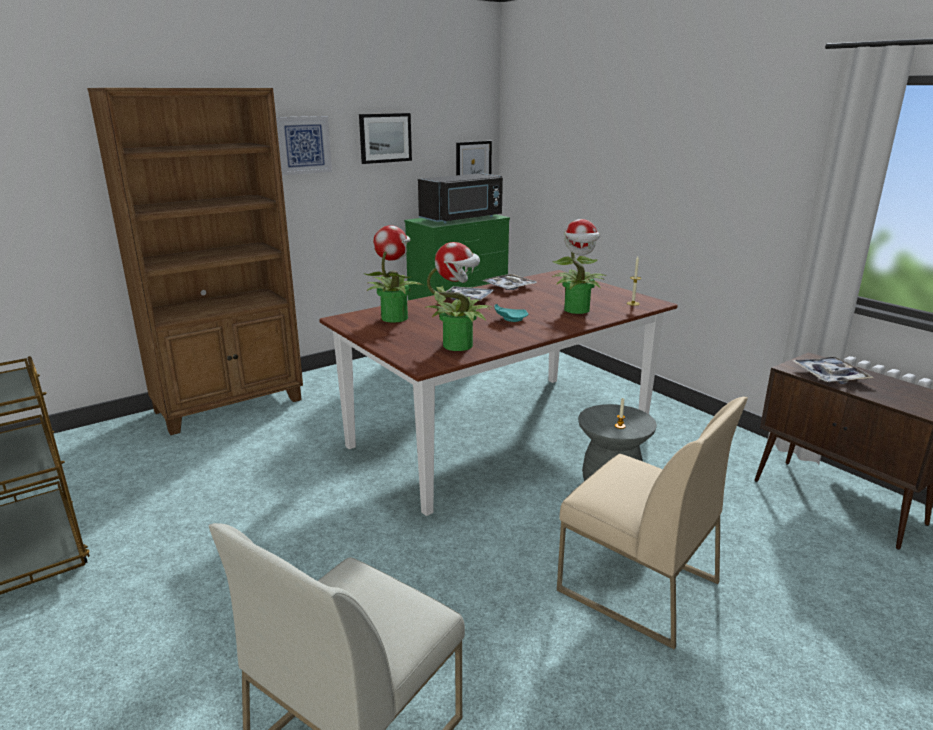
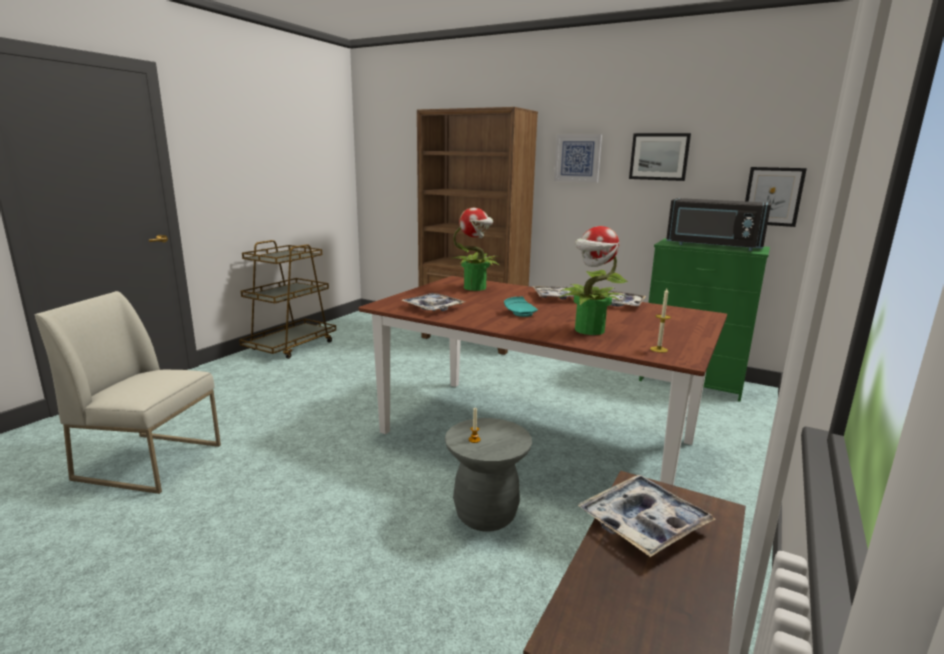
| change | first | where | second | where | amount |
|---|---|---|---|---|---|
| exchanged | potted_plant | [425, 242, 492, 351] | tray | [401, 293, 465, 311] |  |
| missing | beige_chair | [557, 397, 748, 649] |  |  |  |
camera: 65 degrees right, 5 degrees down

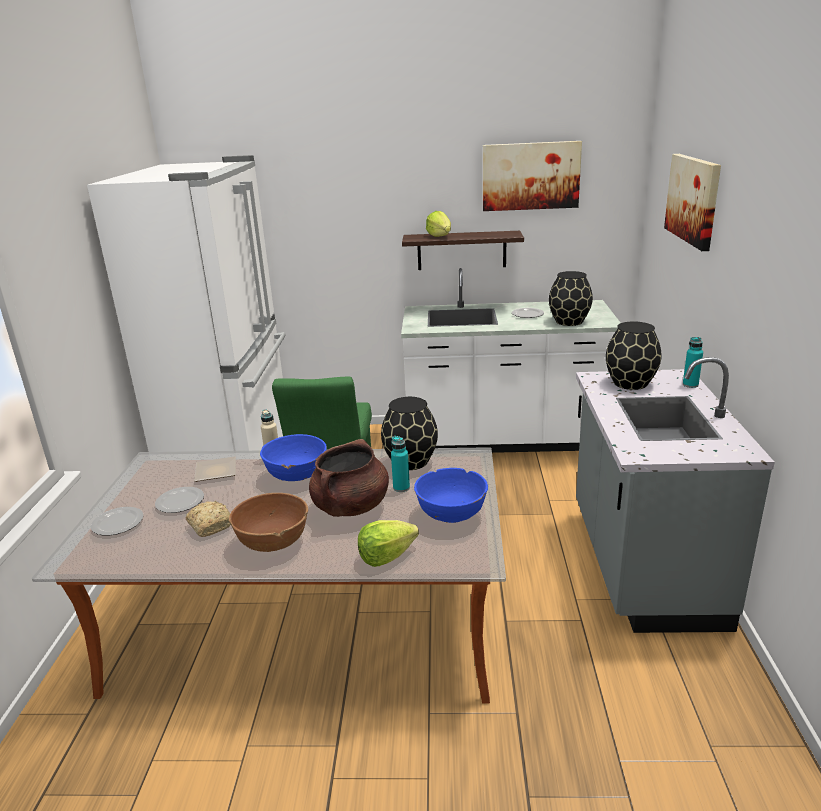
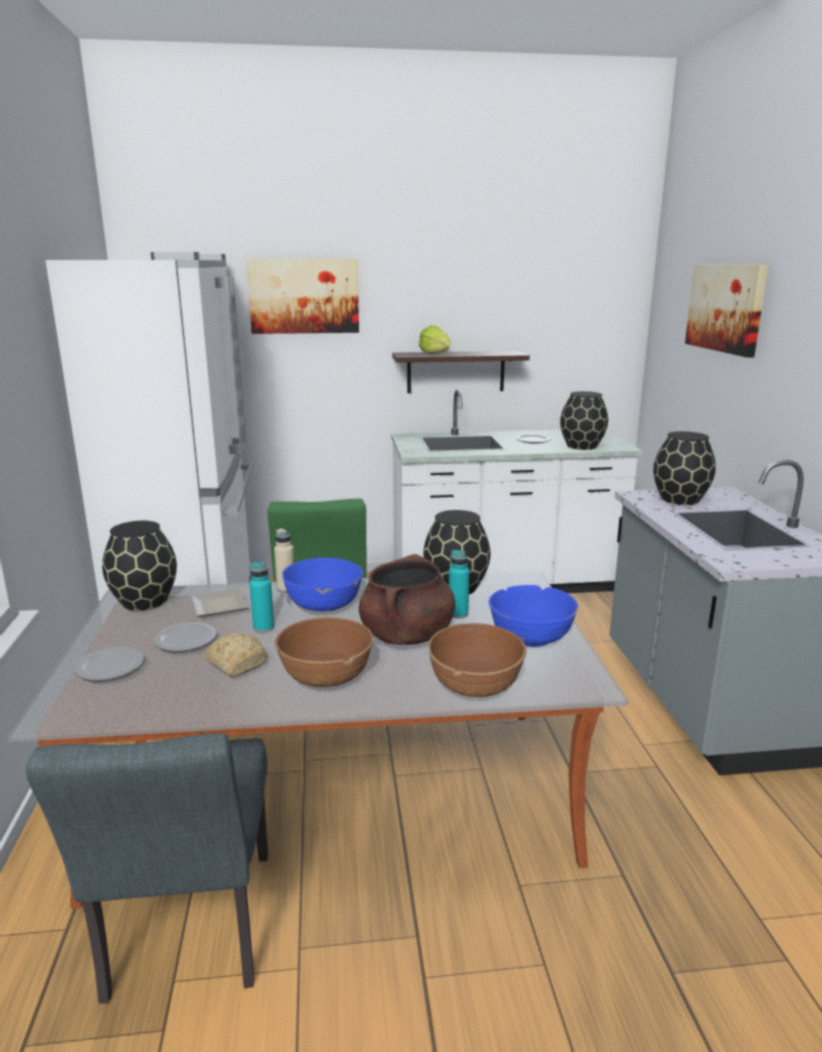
| change | first | where | second | where | amount |
|---|---|---|---|---|---|
| exchanged | lettuce | [358, 520, 419, 567] | brown_bowl | [428, 623, 527, 697] |  |
| relocated | picture | [483, 141, 582, 211] |  | [246, 259, 359, 334] |  |
| relocated | turquoise_bottle | [683, 337, 703, 388] |  | [250, 562, 274, 632] |  |
| appeared |  |  | grey_chair | [26, 733, 268, 1004] |  |
| appeared |  |  | black_vase | [102, 521, 177, 611] |  |
camera: 10 degrees left, 5 degrees down

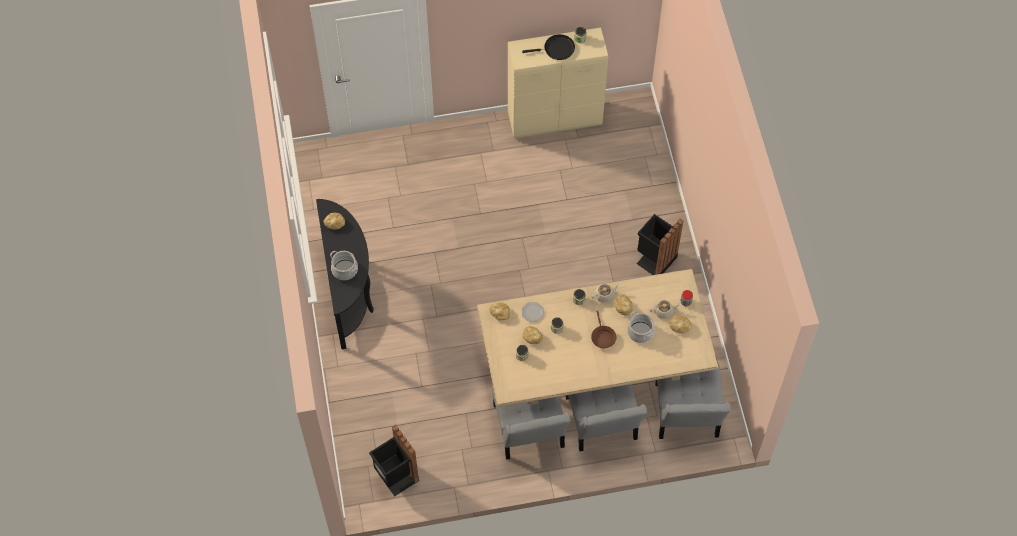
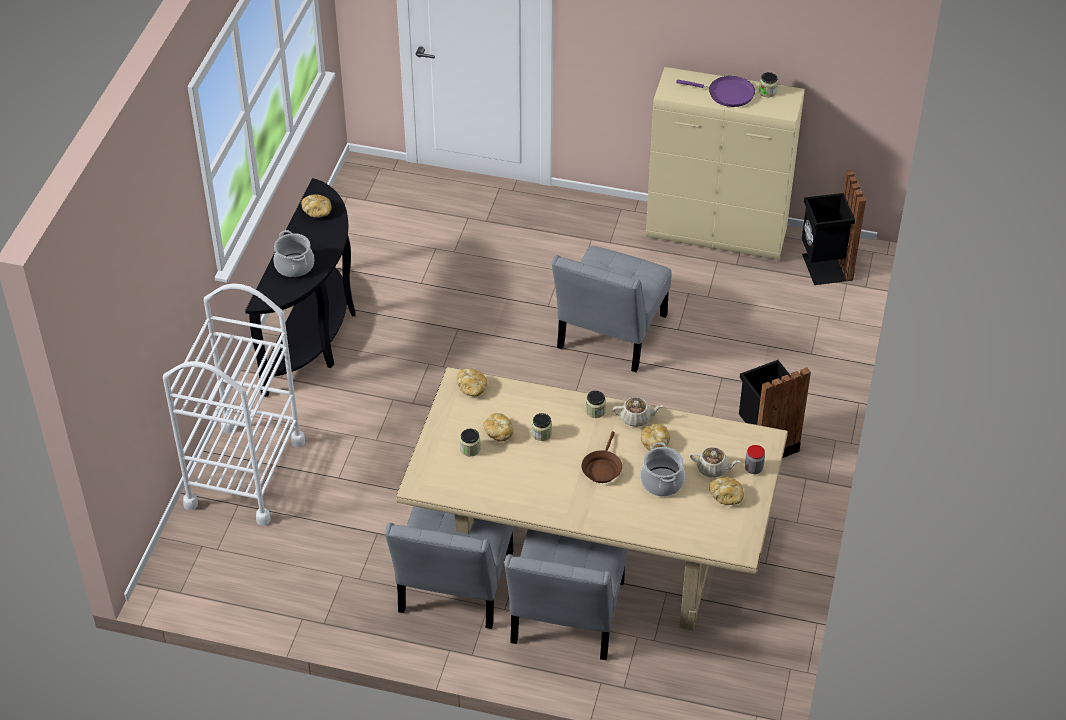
| change | first | where | second | where | amount |
|---|---|---|---|---|---|
| relocated | black_trash_can | [369, 425, 419, 496] |  | [802, 170, 866, 285] |  |
| colour | black_frying_pan | [522, 34, 575, 60] | purple_frying_pan | [676, 76, 755, 107] |  |
| missing | plate | [522, 302, 544, 322] |  |  |  |
| relocated | grey_chair | [655, 363, 731, 439] |  | [551, 246, 672, 372] |  |
| appeared |  |  | white_cart | [163, 283, 305, 525] |  |
camera: 25 degrees right, 15 degrees down

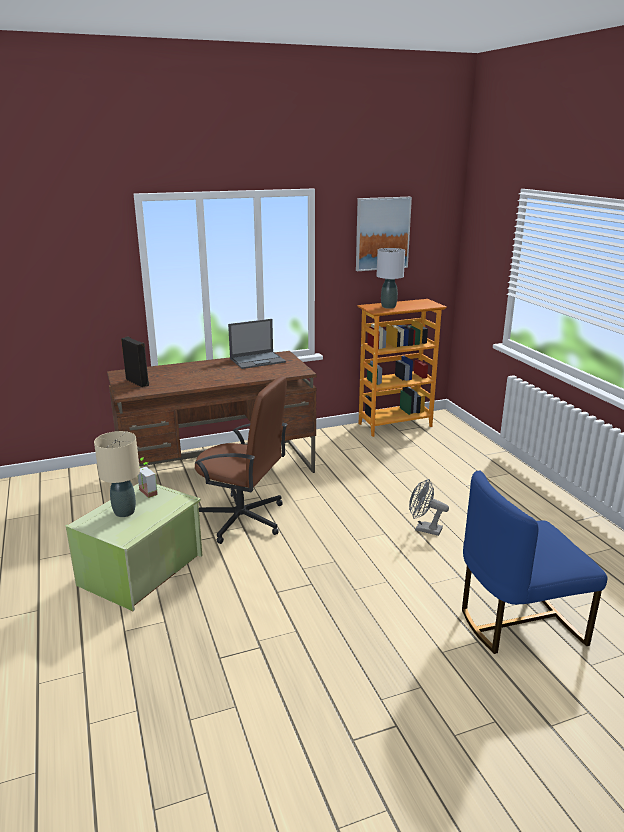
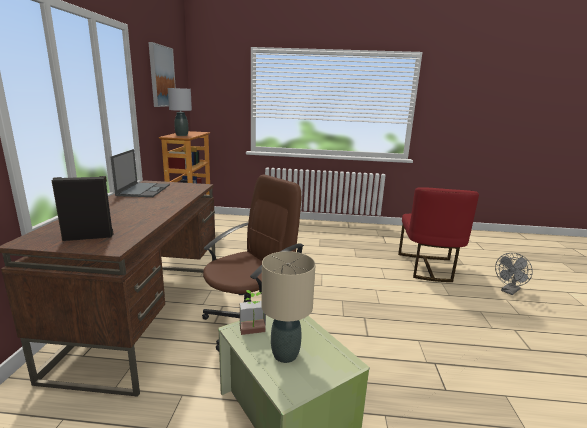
| change | first | where | second | where | amount |
|---|---|---|---|---|---|
| relocated | grey_fan | [409, 479, 449, 536] |  | [495, 253, 533, 295] |  |
| colour | blue_chair | [462, 471, 607, 654] | red_chair | [398, 187, 479, 282] |  |
camera: 65 degrees left, 5 degrees down

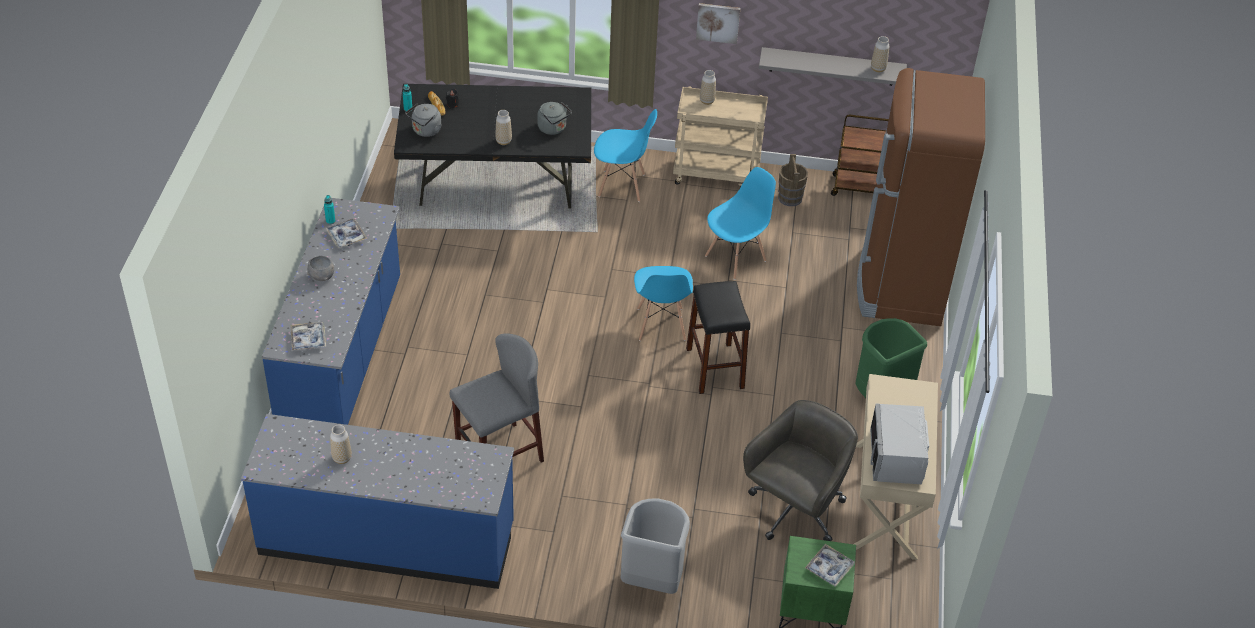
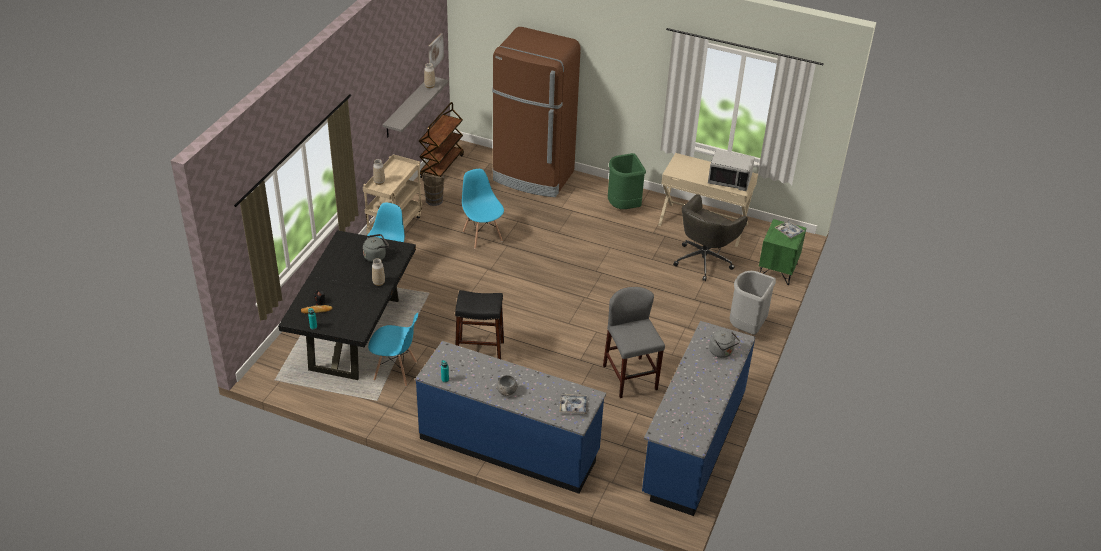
| change | first | where | second | where | amount |
|---|---|---|---|---|---|
| missing | tray | [326, 218, 367, 248] |  |  |  |
| missing | vase | [330, 424, 352, 464] |  |  |  |
| relocated | grey_kettle | [406, 104, 441, 137] |  | [709, 330, 740, 358] |  |
| relocated | blue_chair | [634, 266, 693, 341] |  | [368, 313, 418, 387] |  |
| relocated | black_stool | [686, 281, 750, 394] |  | [455, 290, 504, 359] |  |
| relocated | picture | [696, 3, 740, 44] |  | [428, 33, 444, 68] |  |
| spun | grey_office_chair | [743, 400, 858, 541] |  | [673, 194, 748, 281] | 105 degrees counterclockwise |
camera: 75 degrees left, 5 degrees down

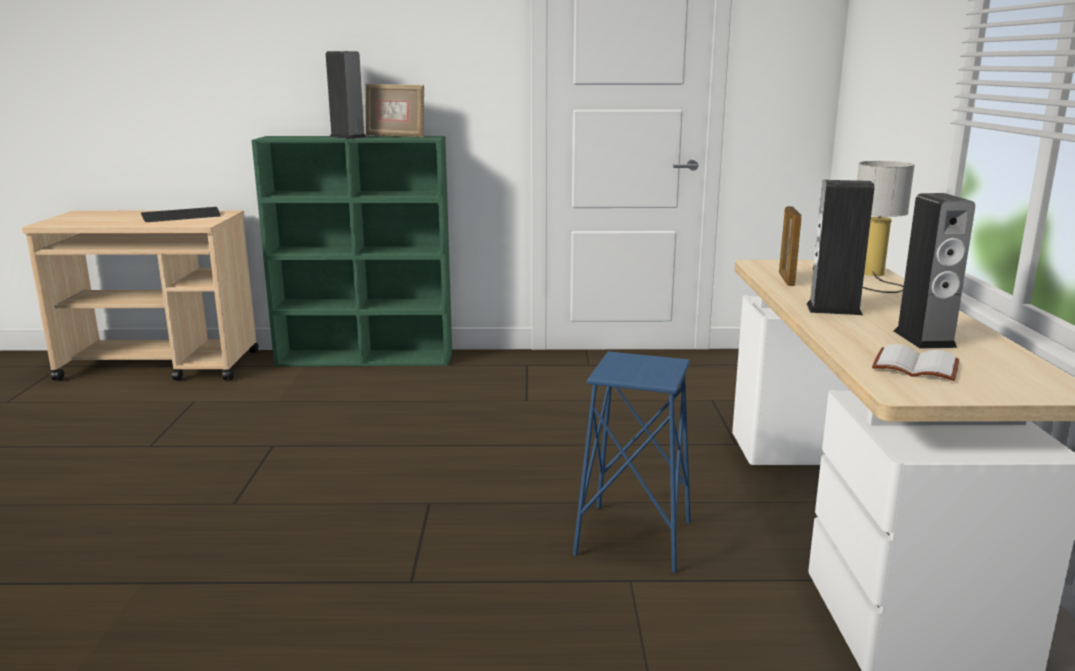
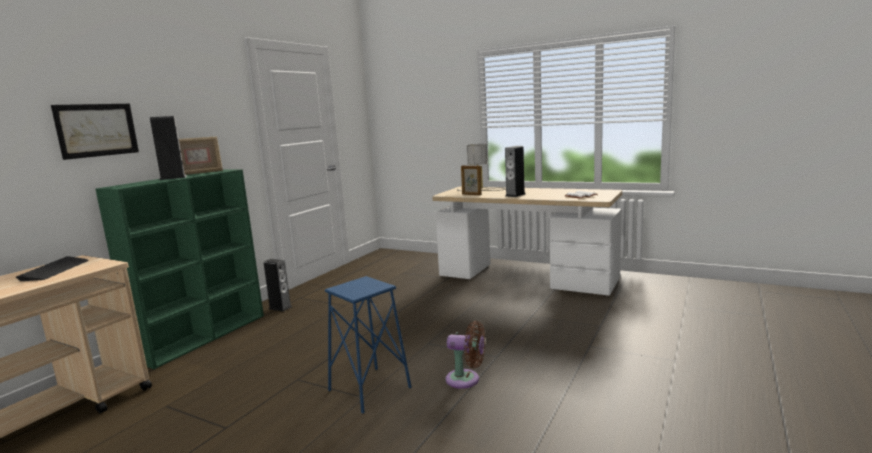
| change | first | where | second | where | amount |
|---|---|---|---|---|---|
| relocated | blue_stool | [573, 351, 691, 573] |  | [325, 276, 411, 414] |  |
| relocated | speaker | [894, 193, 975, 349] |  | [263, 259, 292, 311] |  |
| appeared |  |  | picture | [51, 104, 139, 160] |  |
| appeared |  |  | brown_fan | [446, 321, 485, 389] |  |
camera: 60 degrees left, 5 degrees down

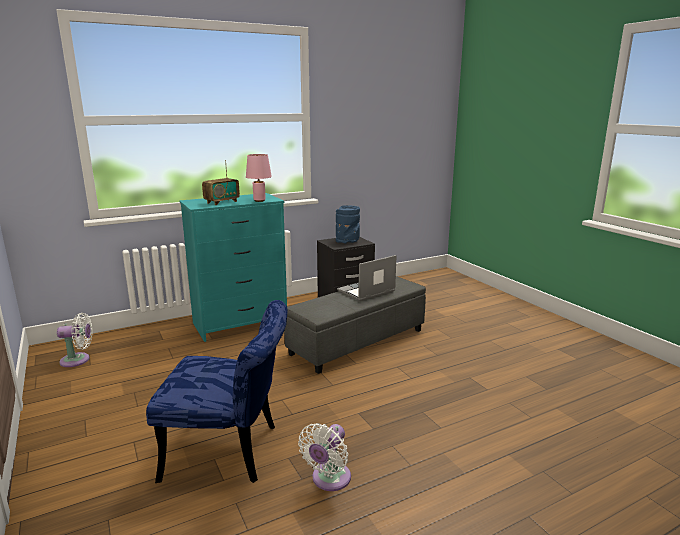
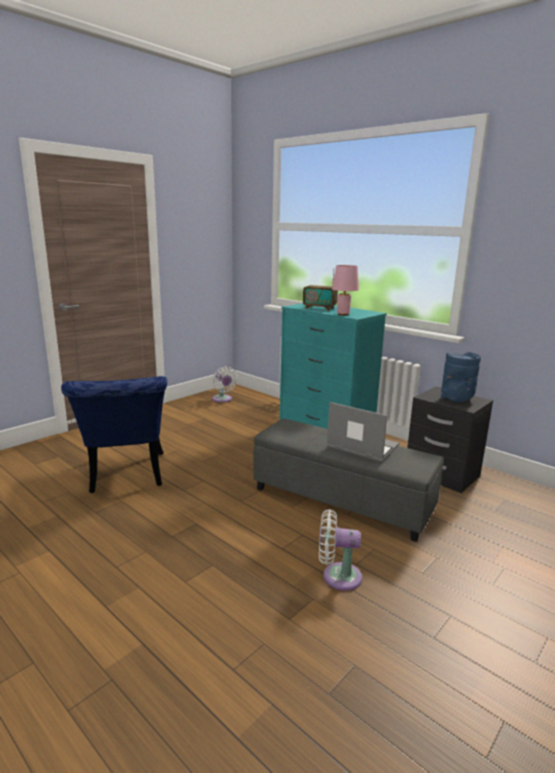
| change | first | where | second | where | amount |
|---|---|---|---|---|---|
| relocated | white_fan | [298, 423, 351, 491] |  | [319, 509, 362, 591] |  |
camera: 70 degrees right, 0 degrees up

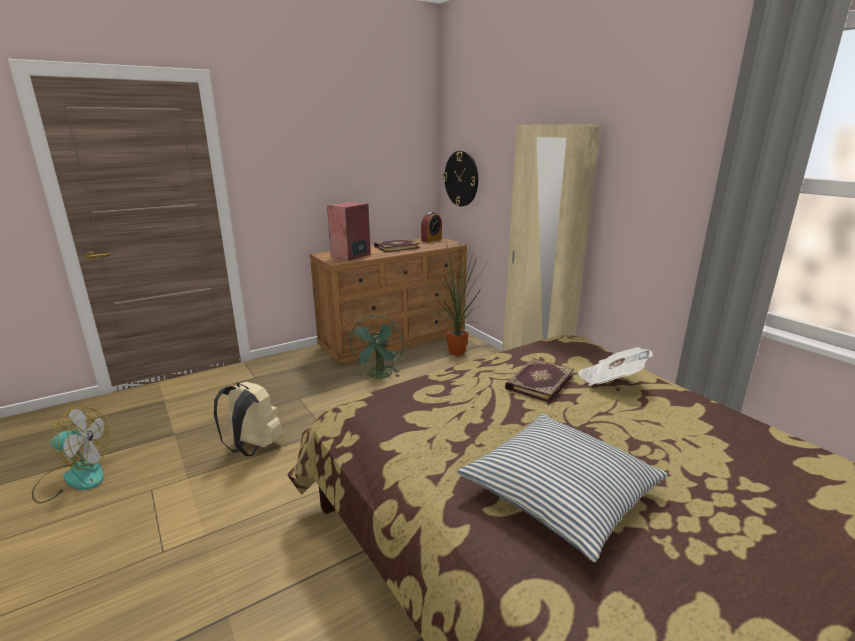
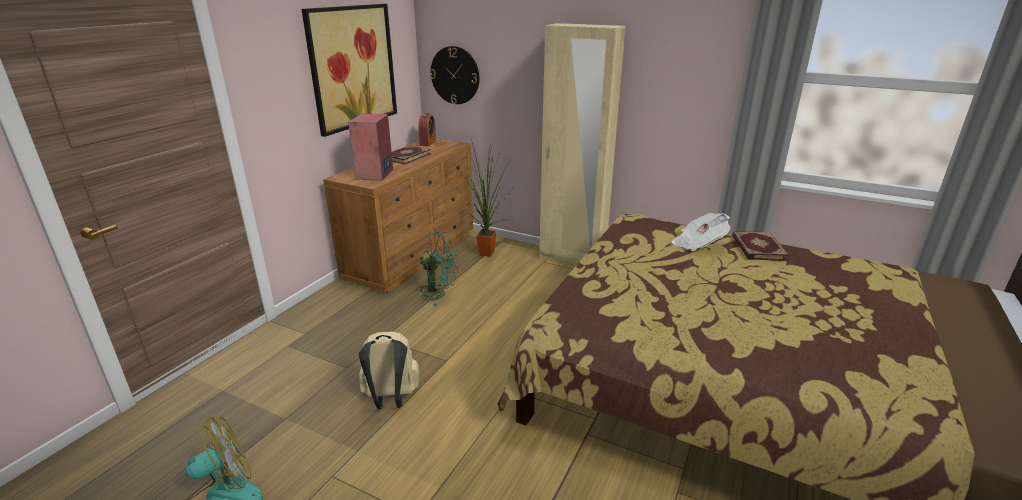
| change | first | where | second | where | amount |
|---|---|---|---|---|---|
| spun | green_fan | [349, 315, 404, 379] |  | [416, 232, 458, 307] | 60 degrees counterclockwise |
| missing | pillow | [457, 414, 668, 562] |  |  |  |
| relocated | book | [505, 358, 574, 403] |  | [732, 231, 789, 261] |  |
| appeared |  |  | picture | [302, 4, 397, 137] |  |
camera: 30 degrees left, 5 degrees up

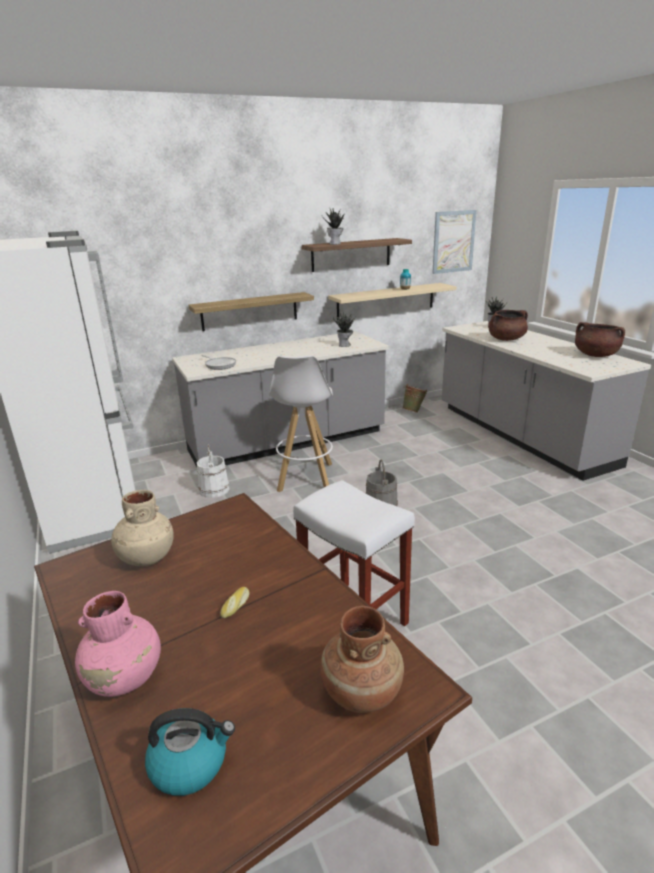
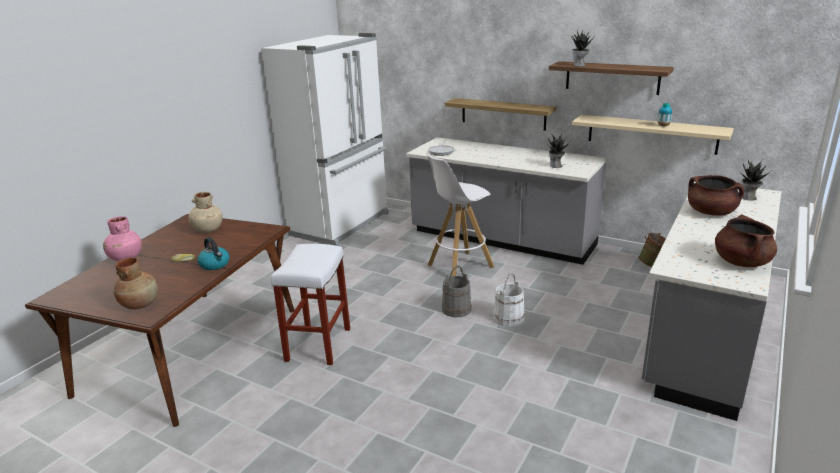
| change | first | where | second | where | amount |
|---|---|---|---|---|---|
| relocated | kettle | [145, 708, 235, 796] |  | [197, 237, 229, 270] |  |
| relocated | white_bucket | [197, 444, 229, 498] |  | [493, 273, 525, 327] |  |
| missing | picture | [432, 210, 477, 274] |  |  |  |
camera: 55 degrees right, 0 degrees up

